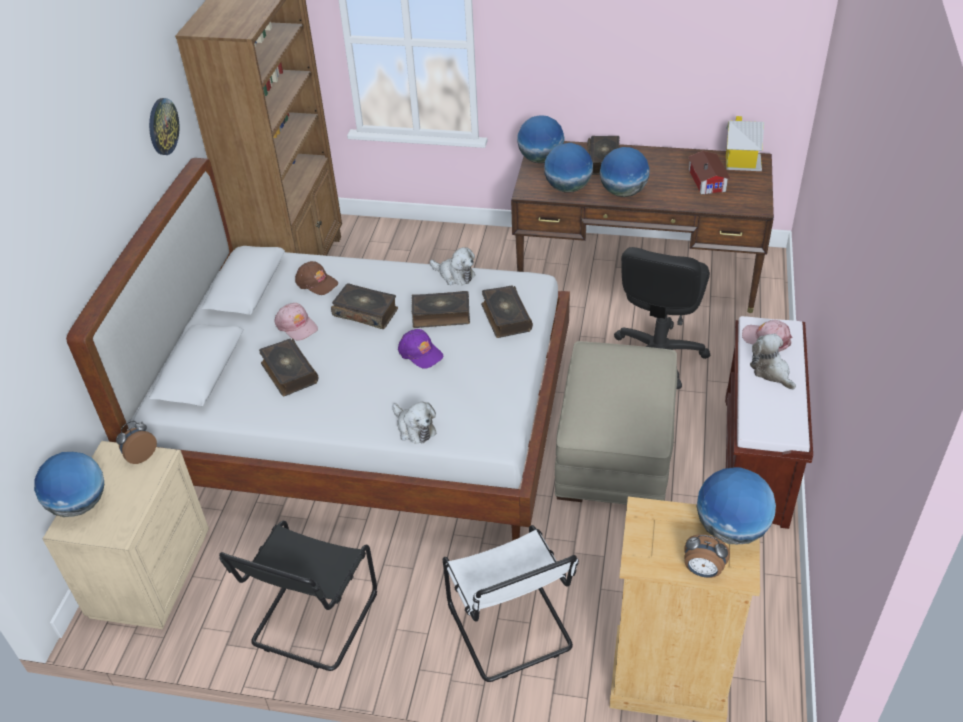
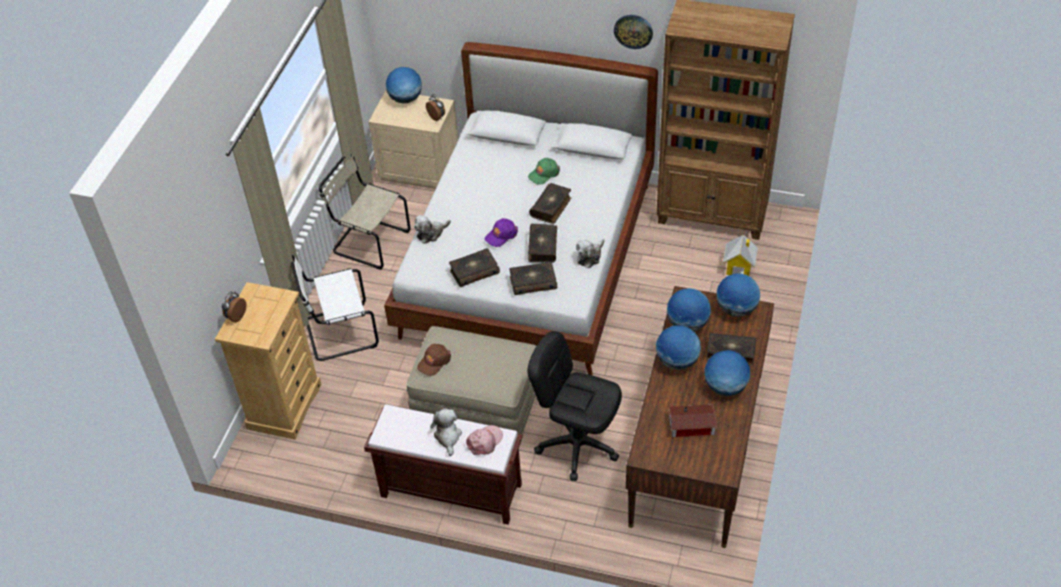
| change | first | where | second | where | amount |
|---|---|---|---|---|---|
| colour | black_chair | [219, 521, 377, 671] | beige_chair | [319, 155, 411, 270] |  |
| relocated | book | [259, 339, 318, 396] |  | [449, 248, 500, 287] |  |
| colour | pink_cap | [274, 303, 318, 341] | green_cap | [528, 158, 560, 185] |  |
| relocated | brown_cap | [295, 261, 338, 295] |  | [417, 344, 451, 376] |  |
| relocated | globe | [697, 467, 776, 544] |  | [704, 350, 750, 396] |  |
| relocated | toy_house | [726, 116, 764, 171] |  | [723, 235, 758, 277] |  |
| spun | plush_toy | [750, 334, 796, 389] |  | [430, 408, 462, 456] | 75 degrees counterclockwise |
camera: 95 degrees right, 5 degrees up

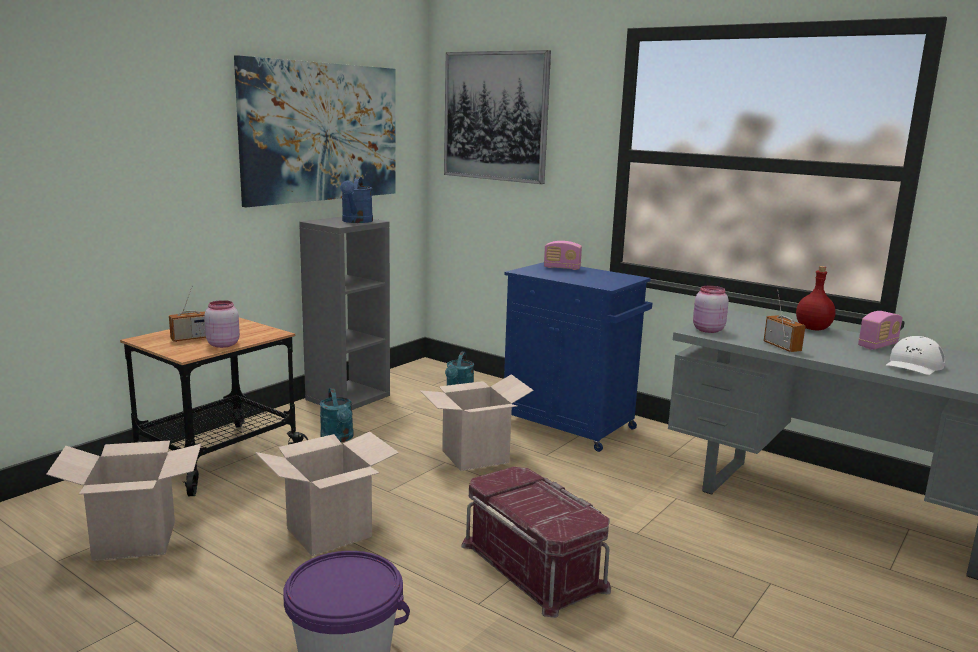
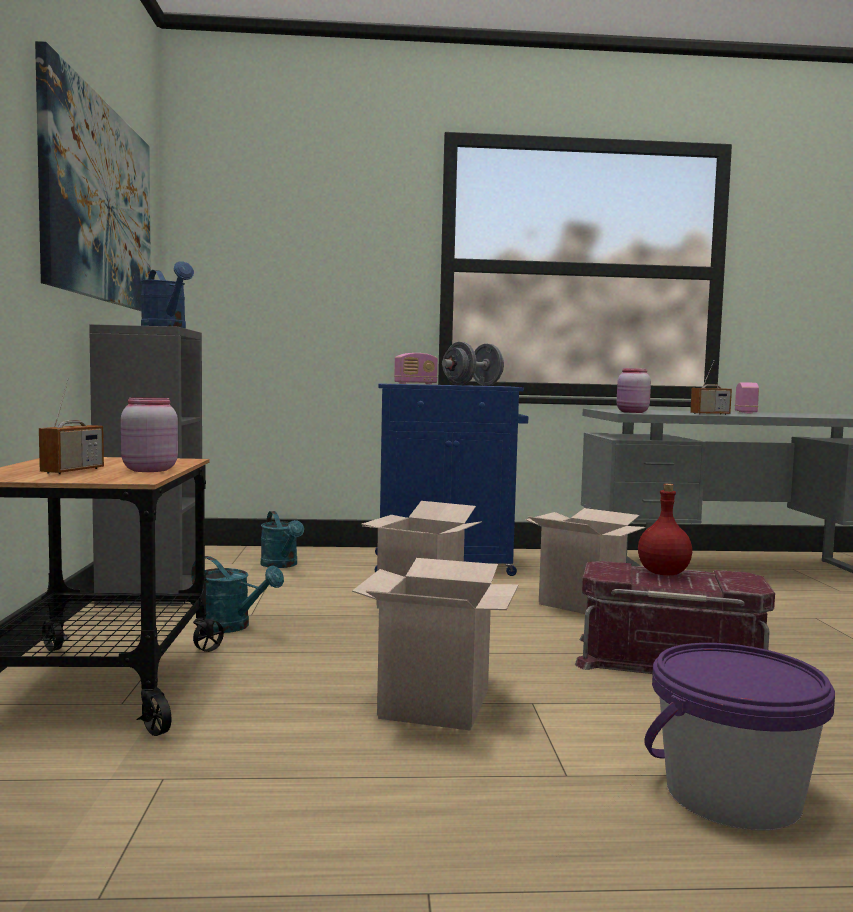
| change | first | where | second | where | amount |
|---|---|---|---|---|---|
| relocated | cardboard_box | [46, 441, 201, 561] |  | [526, 508, 646, 614] |  |
| missing | picture | [444, 50, 551, 184] |  |  |  |
| spun | radio | [764, 290, 806, 352] |  | [690, 361, 732, 415] | 135 degrees clockwise |
| relocated | red_bottle | [796, 266, 836, 330] |  | [638, 484, 692, 575] |  |
| missing | white_cap | [886, 336, 945, 375] |  |  |  |
| appeared |  |  | grey_dumbbell | [442, 342, 504, 386] |  |
camera: 40 degrees left, 10 degrees down

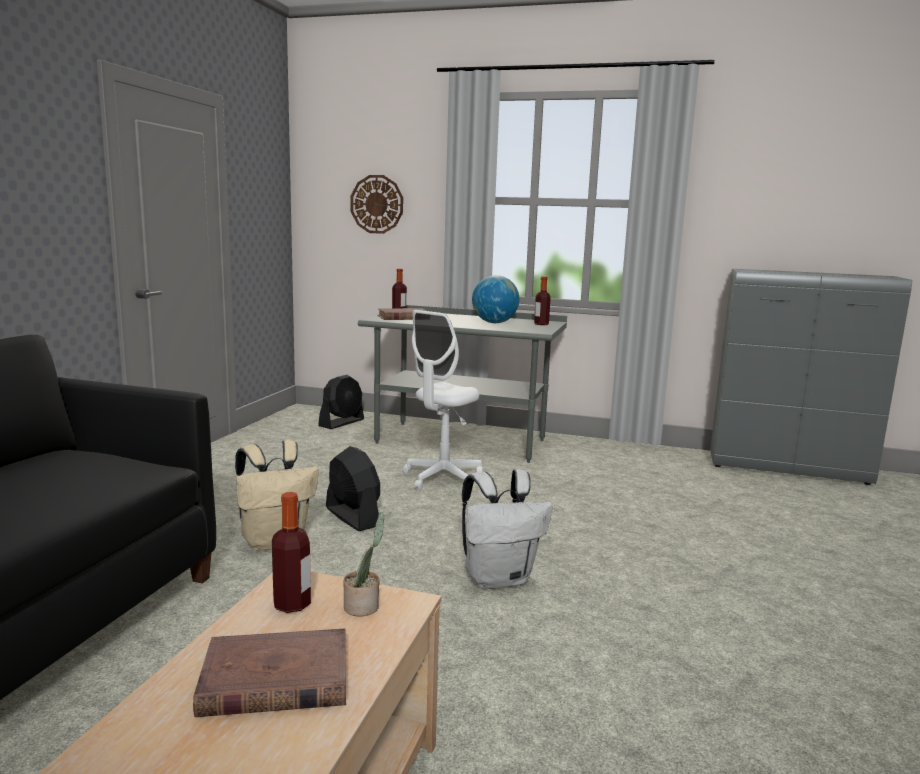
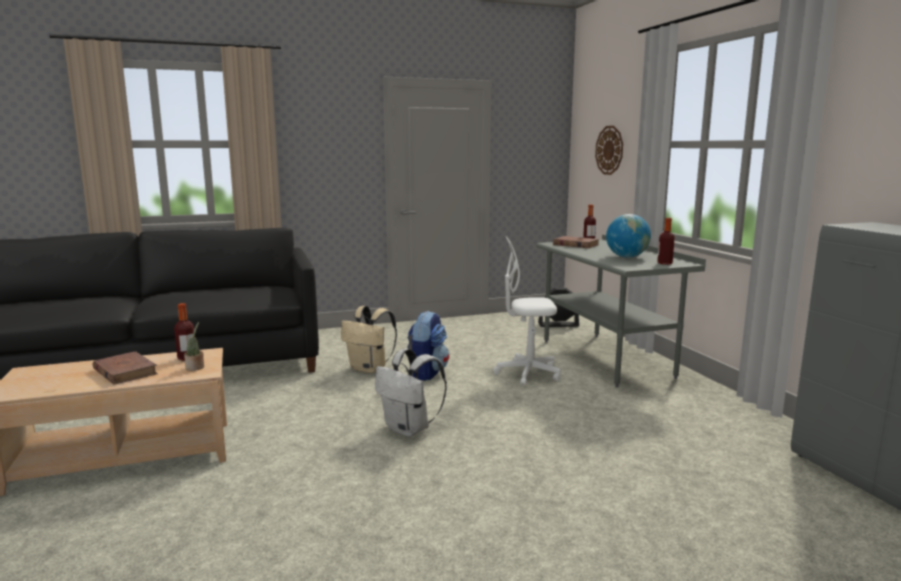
| change | first | where | second | where | amount |
|---|---|---|---|---|---|
| exchanged | black_fan | [326, 446, 380, 531] | backpack | [407, 311, 449, 381] |  |
camera: 55 degrees right, 0 degrees up

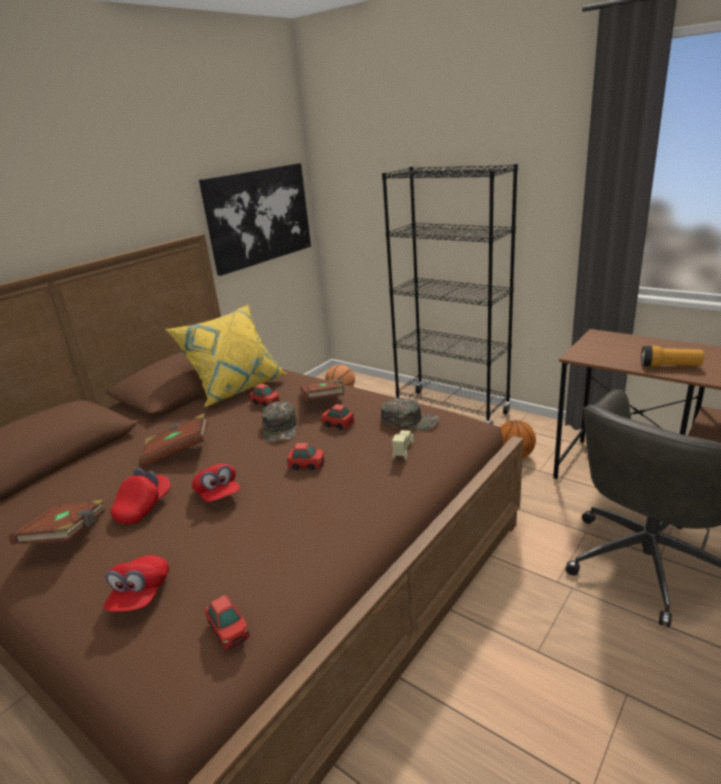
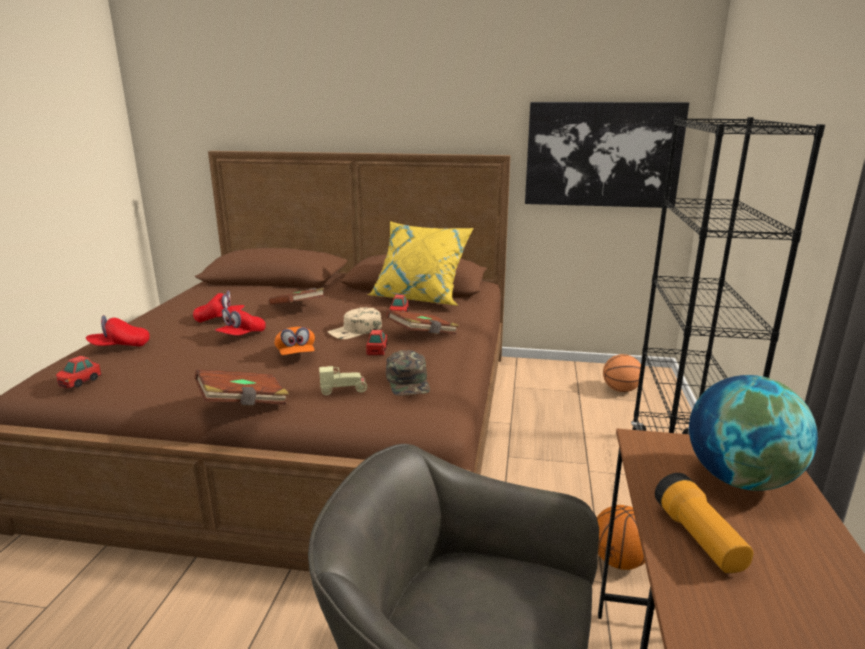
| change | first | where | second | where | amount |
|---|---|---|---|---|---|
| relocated | brown_book | [9, 499, 105, 545] |  | [195, 370, 289, 406] |  |
| colour | green_cap | [262, 401, 297, 442] | beige_cap | [328, 307, 382, 339] |  |
| exchanged | toy_car | [287, 443, 324, 470] | orange_cap | [274, 327, 315, 355] |  |
| appeared |  |  | globe | [689, 375, 818, 491] |  |
camera: 60 degrees right, 5 degrees down

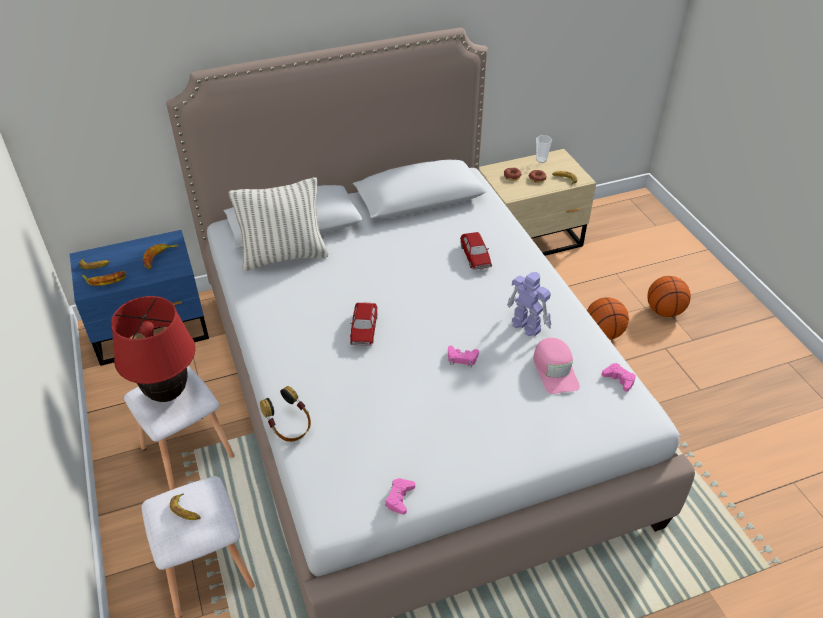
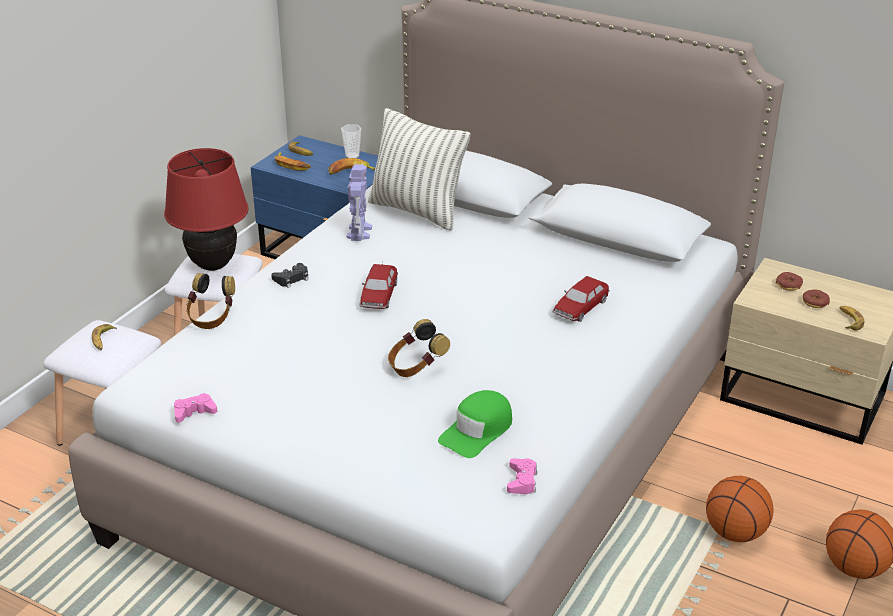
| change | first | where | second | where | amount |
|---|---|---|---|---|---|
| spun | toy_car | [350, 302, 378, 346] |  | [359, 263, 398, 309] | 45 degrees counterclockwise |
| exchanged | pink_game_controller | [448, 346, 479, 367] | headphones | [388, 319, 450, 377] |  |
| relocated | toy_robot | [507, 272, 551, 336] |  | [347, 164, 372, 241] |  |
| colour | pink_cap | [533, 338, 580, 394] | green_cap | [438, 390, 512, 458] |  |
| relocated | cup | [536, 135, 552, 163] |  | [341, 124, 361, 158] |  |
| appeared |  |  | black_game_controller | [271, 263, 308, 288] |  |
camera: 50 degrees right, 10 degrees down

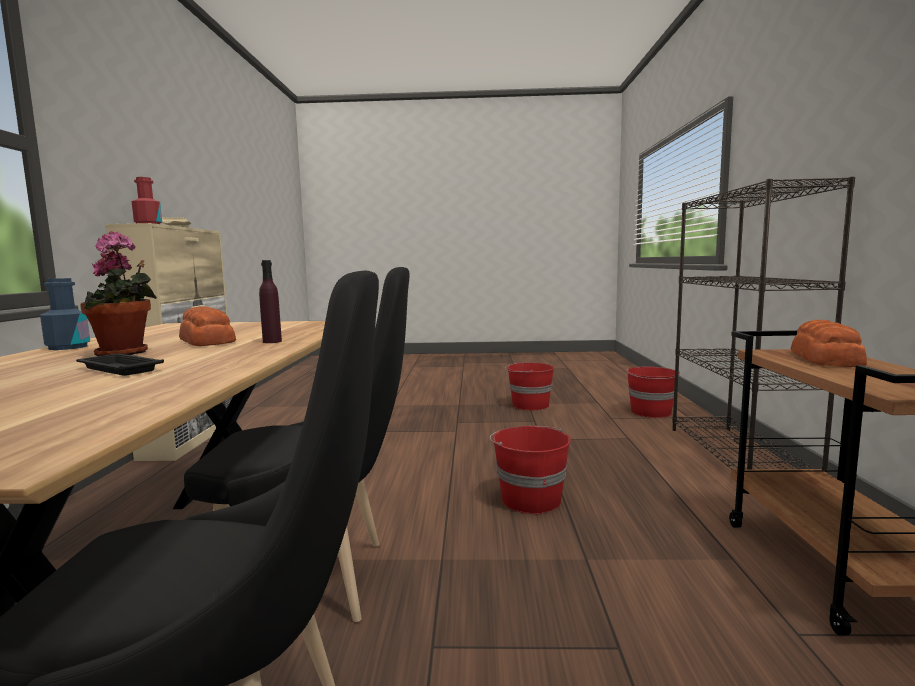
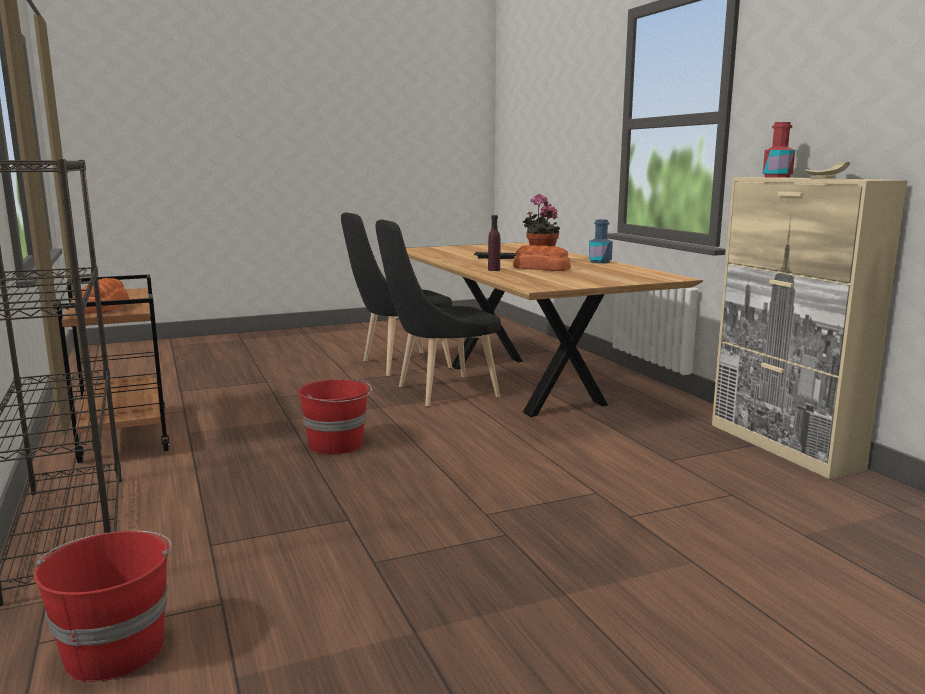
| change | first | where | second | where | amount |
|---|---|---|---|---|---|
| missing | red_bucket | [505, 361, 554, 410] |  |  |  |
camera: 155 degrees right, 5 degrees up

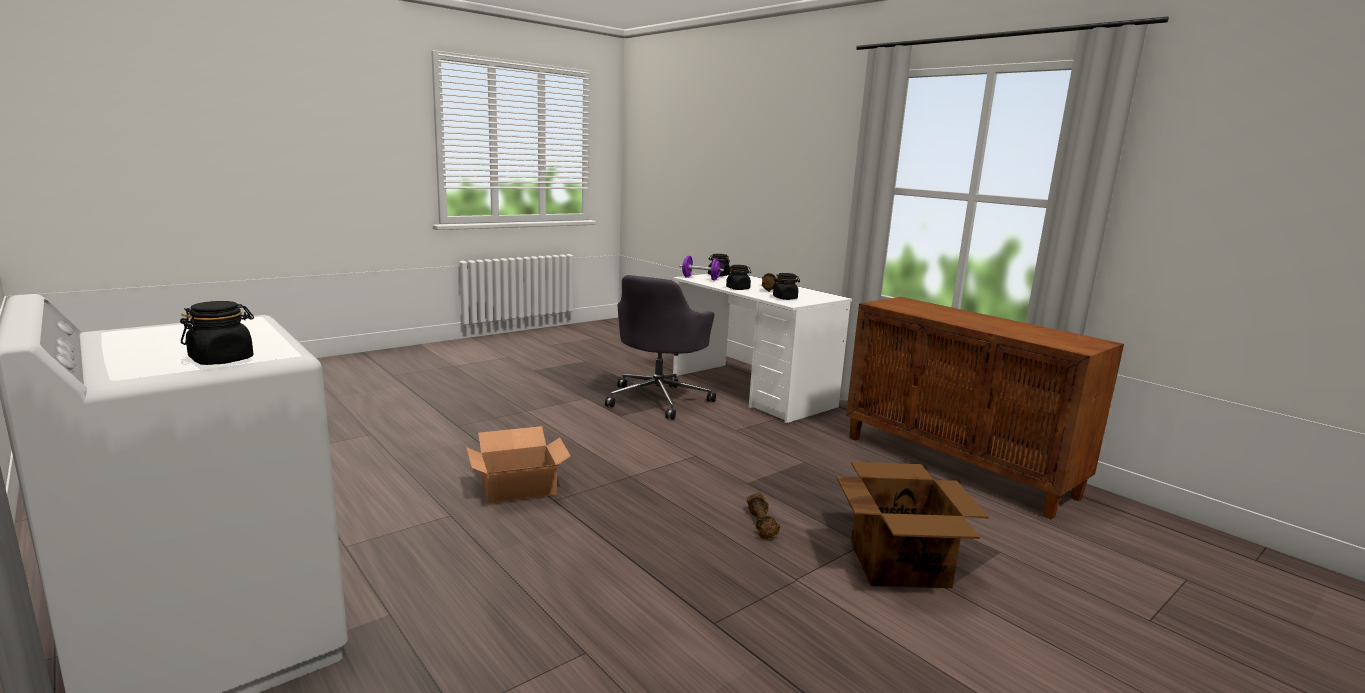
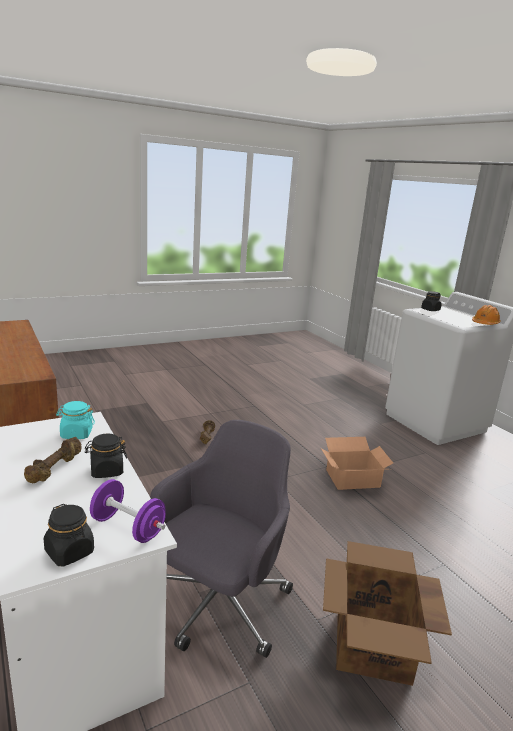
| change | first | where | second | where | amount |
|---|---|---|---|---|---|
| colour | black_jar | [773, 273, 800, 300] | turquoise_jar | [56, 401, 95, 439] |  |
| relocated | cardboard_box | [836, 462, 989, 588] |  | [323, 541, 452, 686] |  |
| appeared |  |  | orange_hard_hat | [472, 305, 501, 325] |  |
camera: 170 degrees left, 5 degrees up

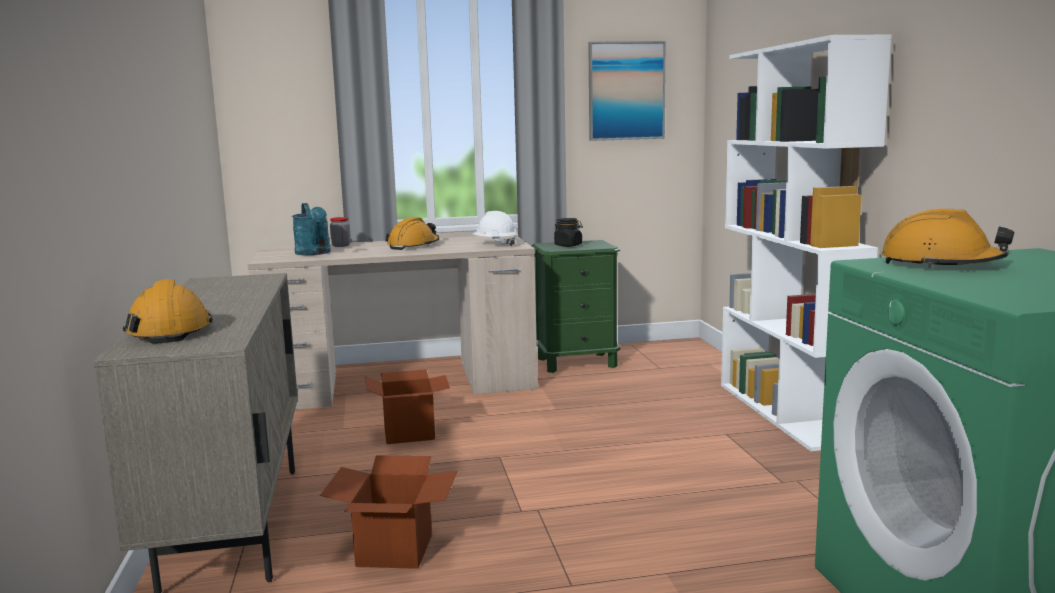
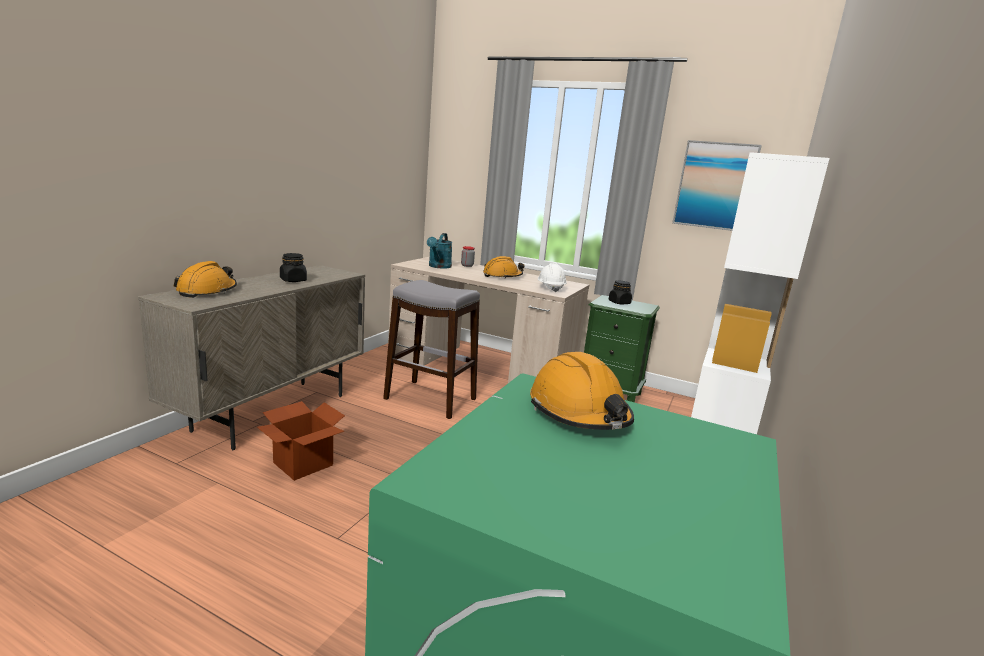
| change | first | where | second | where | amount |
|---|---|---|---|---|---|
| exchanged | cardboard_box | [366, 369, 450, 444] | grey_stool | [383, 280, 480, 419] |  |
| appeared |  |  | black_jar | [280, 253, 307, 282] |  |
camera: 35 degrees right, 5 degrees up

